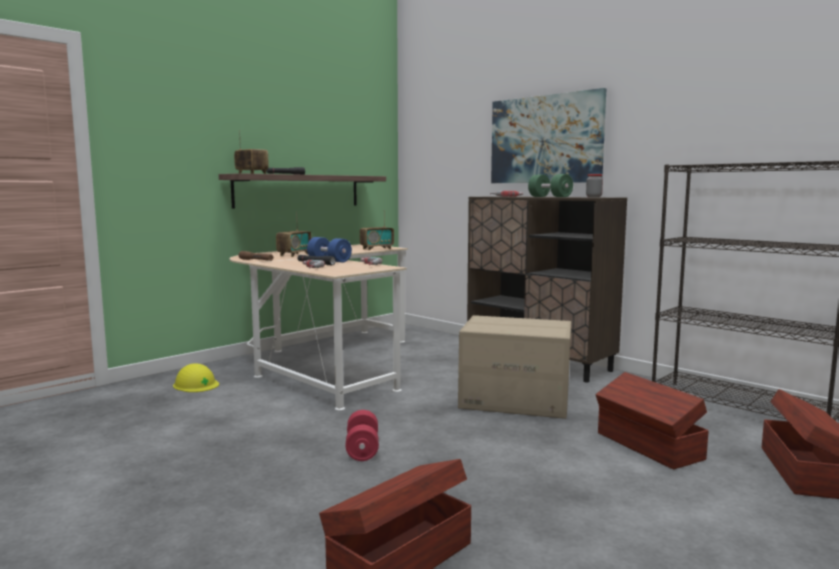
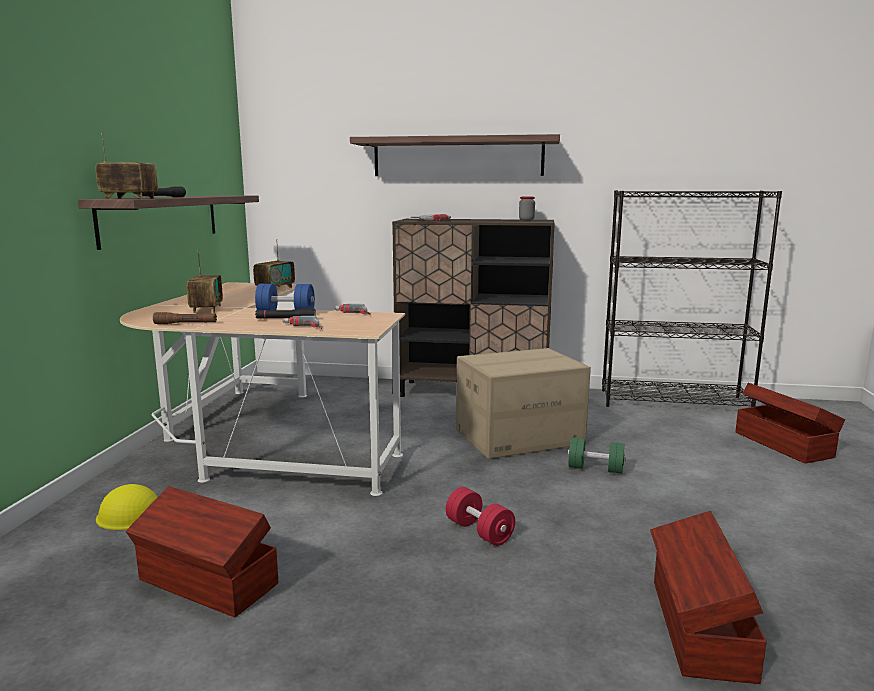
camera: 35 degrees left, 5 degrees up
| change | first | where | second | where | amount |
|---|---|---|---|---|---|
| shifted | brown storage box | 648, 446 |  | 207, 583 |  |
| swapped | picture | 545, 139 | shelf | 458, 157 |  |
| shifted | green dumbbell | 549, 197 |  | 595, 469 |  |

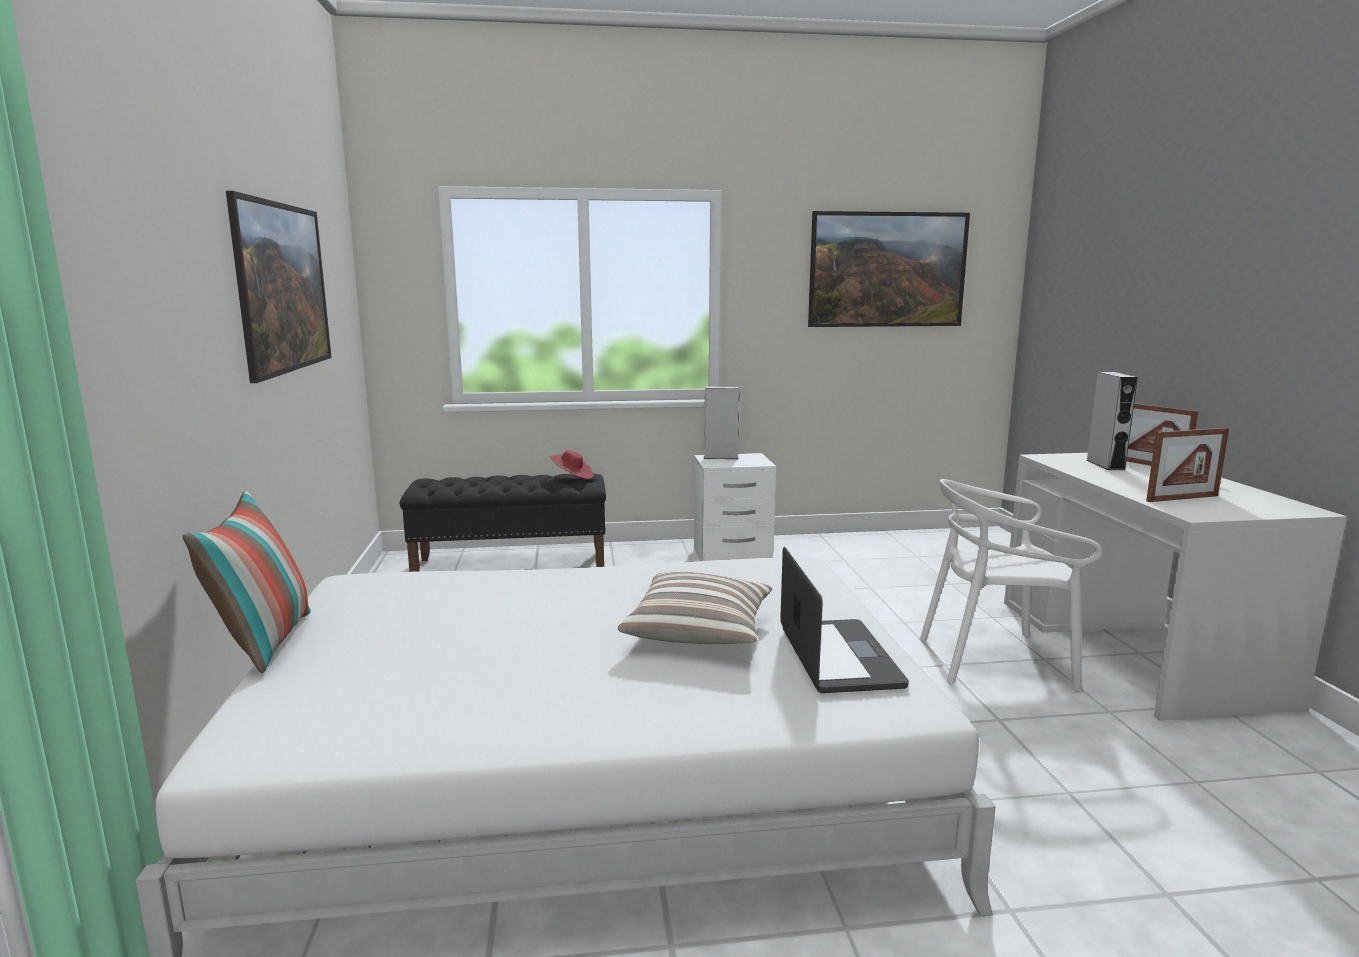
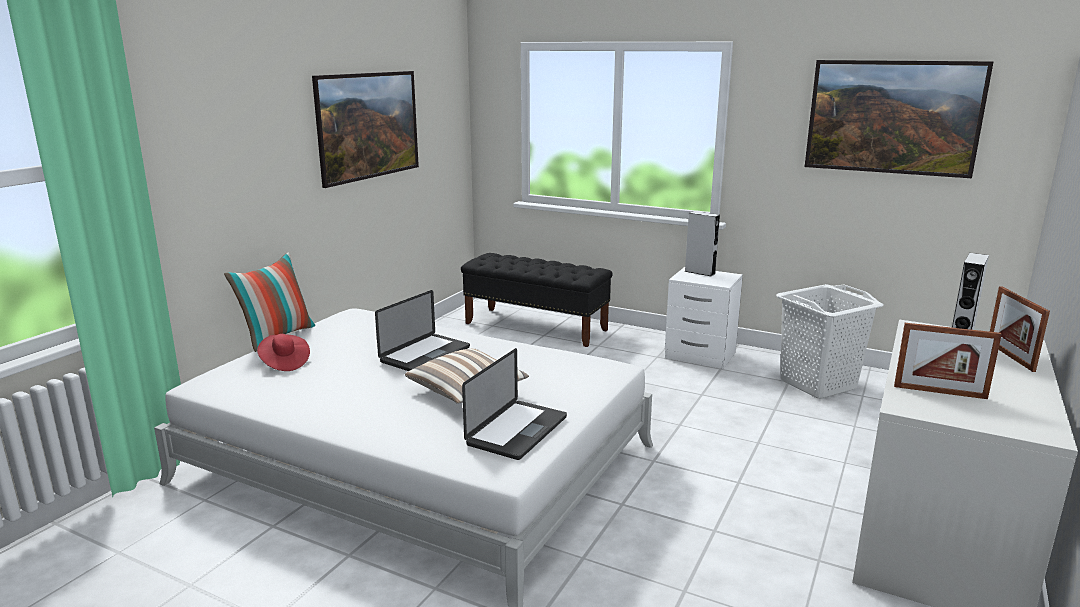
camera: 35 degrees right, 5 degrees up
| change | first | where | second | where | amount |
|---|---|---|---|---|---|
| shifted | red hat | 572, 477 |  | 284, 363 |  |
| new |  |  | laptop | 425, 355 |  |
| new |  |  | white laundry basket | 818, 384 |  |
| gone | white chair | 995, 661 |  |  |  |

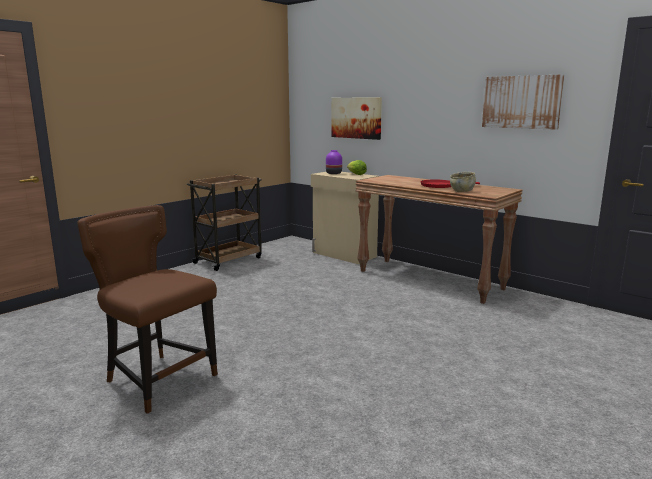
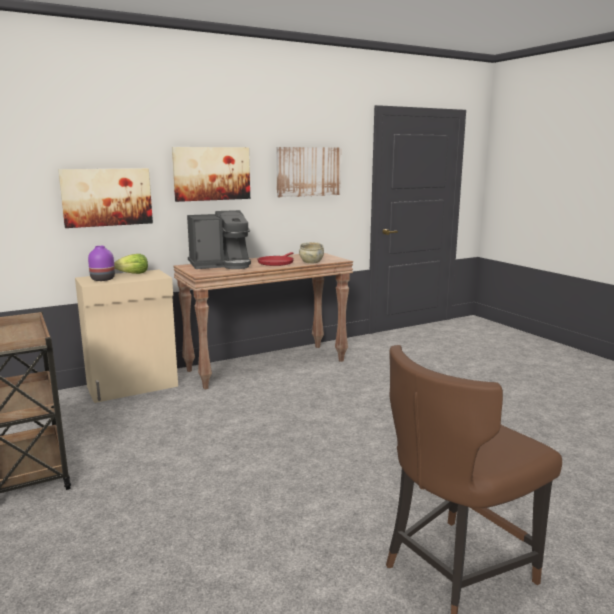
camera: 70 degrees left, 0 degrees up
| change | first | where | second | where | amount |
|---|---|---|---|---|---|
| new |  |  | picture | 211, 173 |  |
| new |  |  | coffee machine | 221, 265 |  |

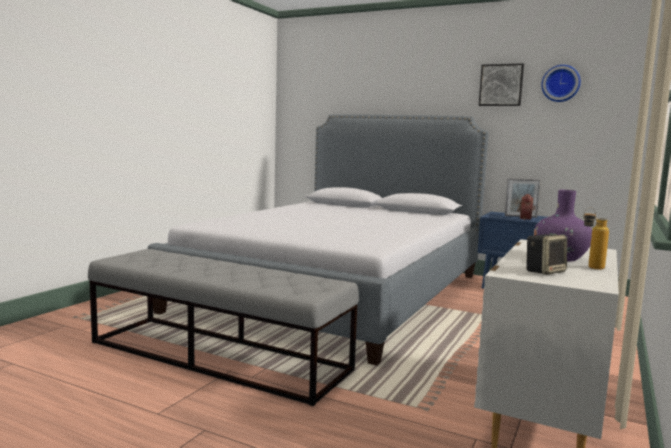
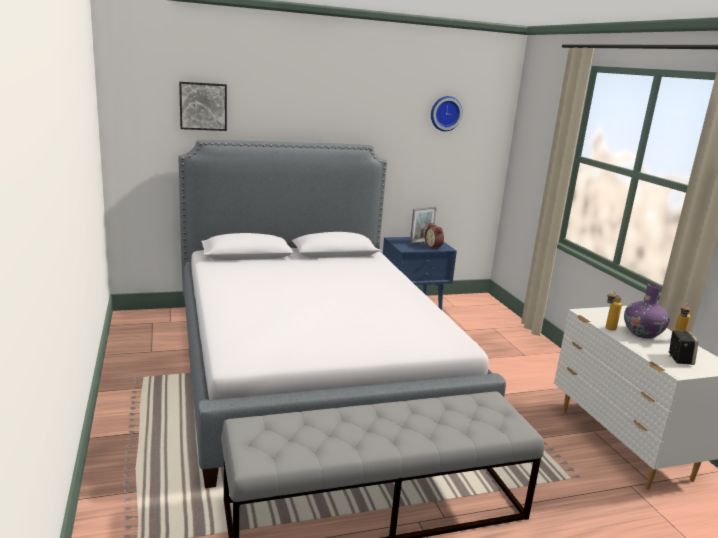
camera: 45 degrees left, 10 degrees up
| change | first | where | second | where | amount |
|---|---|---|---|---|---|
| shifted | picture | 501, 85 |  | 203, 106 |  |
| new |  |  | bottle | 607, 329 |  |

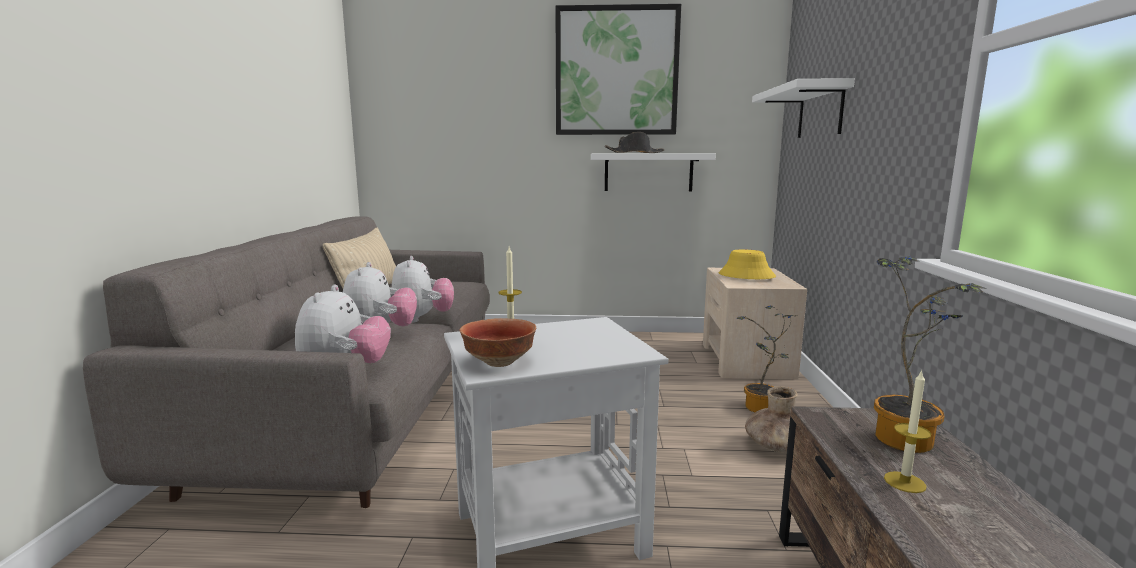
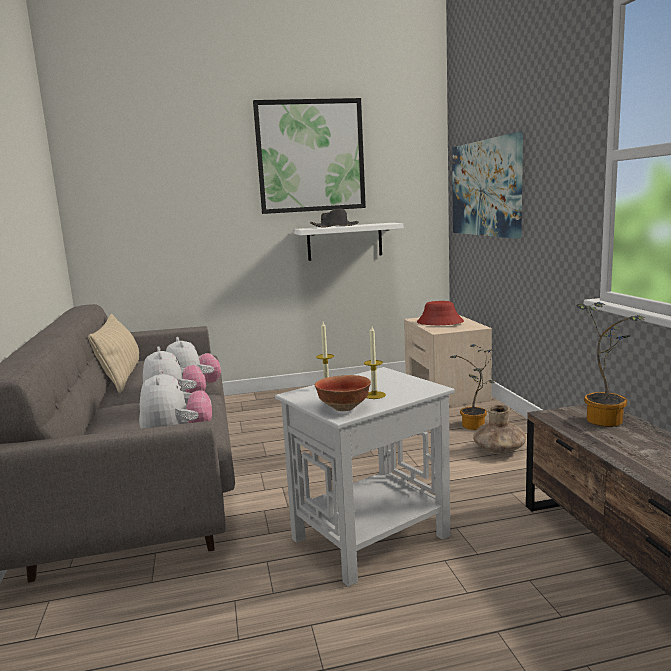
camera: 15 degrees left, 0 degrees up
| change | first | where | second | where | amount |
|---|---|---|---|---|---|
| shifted | candle | 904, 482 |  | 374, 395 |  |
| repainted | yellow hat | 746, 276 | red hat | 439, 322 |  |
| swapped | white shelf | 820, 112 | picture | 486, 188 |  |

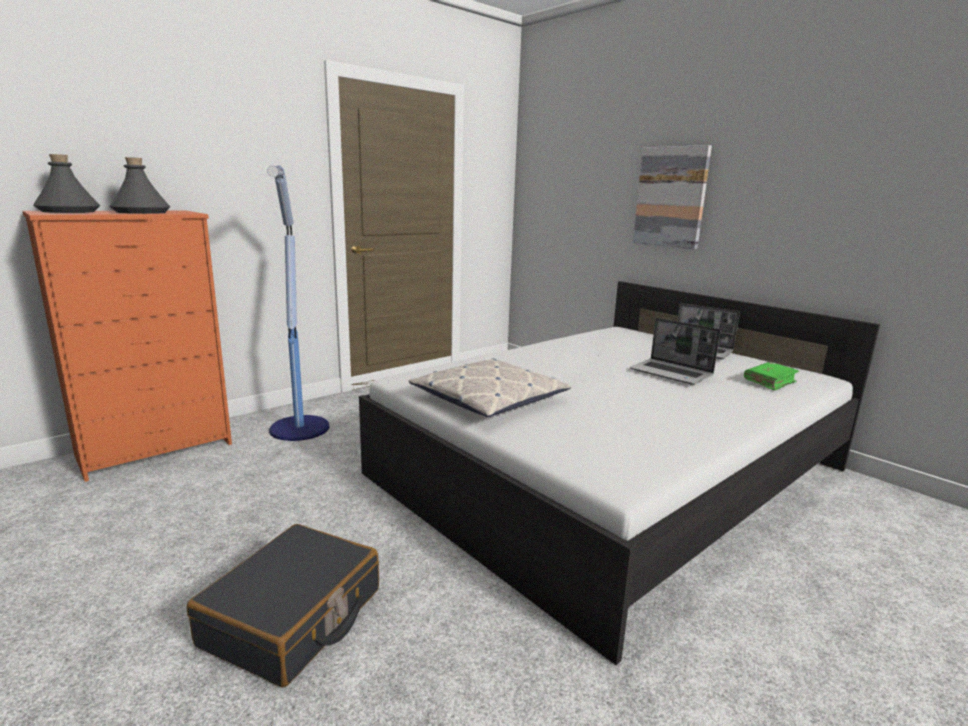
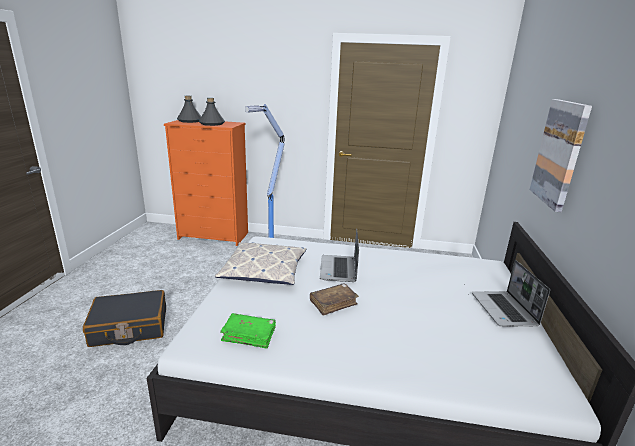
camera: 50 degrees right, 5 degrees up
| change | first | where | second | where | amount |
|---|---|---|---|---|---|
| shifted | green book | 769, 382 |  | 249, 335 |  |
| new |  |  | brown book | 333, 303 |  |
| shifted | laptop | 672, 373 |  | 339, 269 |  |

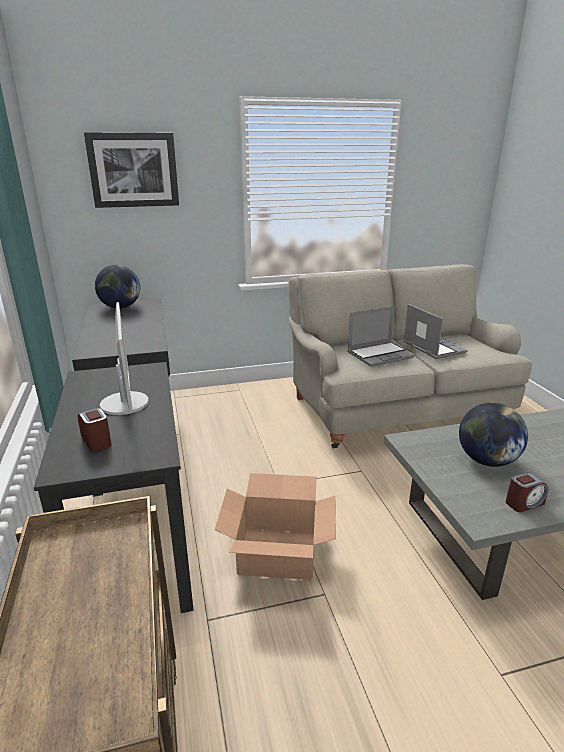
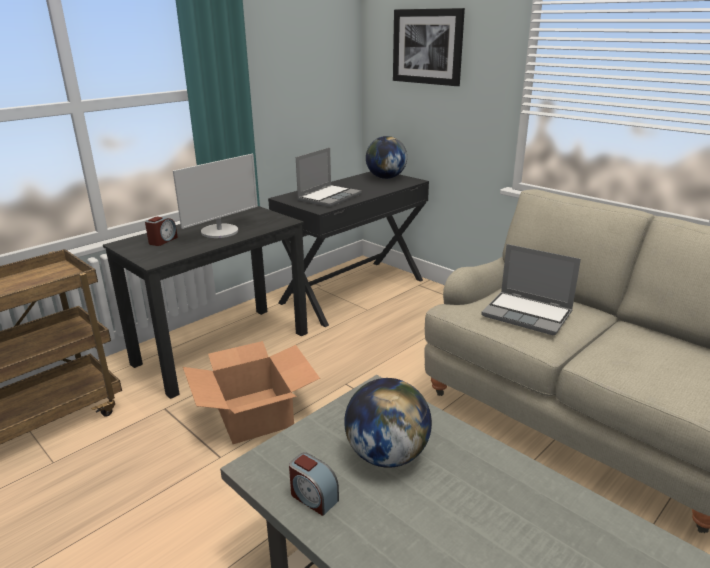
camera: 60 degrees right, 0 degrees up
| change | first | where | second | where | amount |
|---|---|---|---|---|---|
| shifted | laptop | 432, 347 |  | 329, 197 |  |

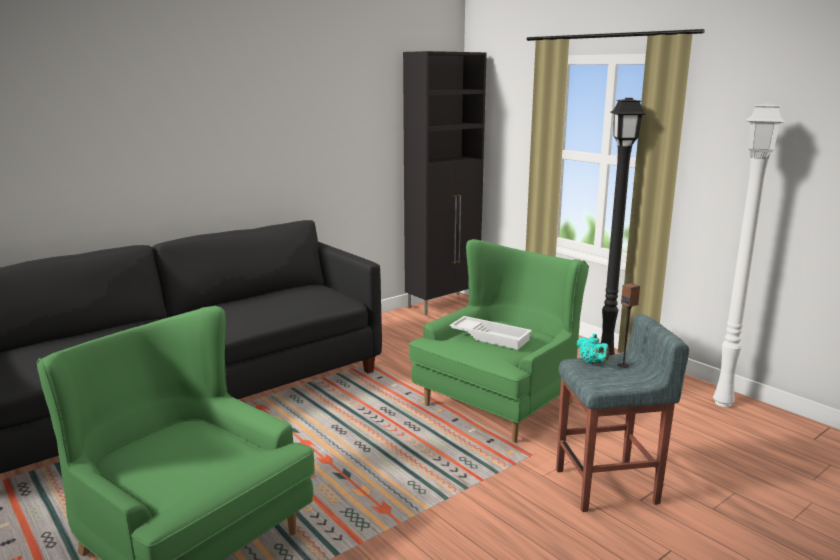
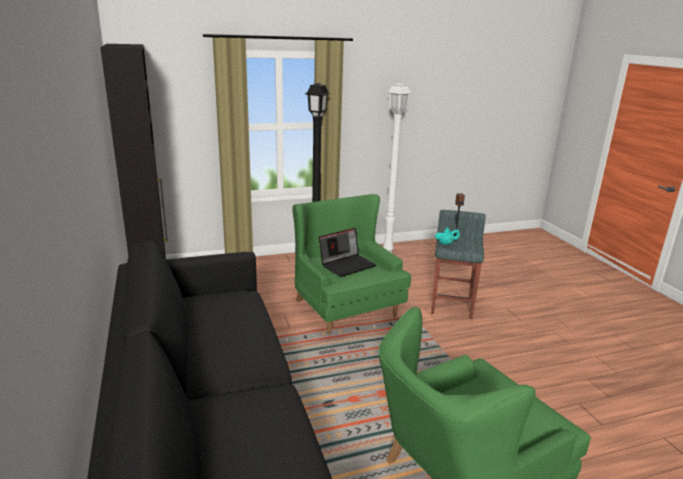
camera: 70 degrees left, 5 degrees up
| change | first | where | second | where | amount |
|---|---|---|---|---|---|
| swapped | white tray | 491, 337 | laptop | 347, 265 |  |

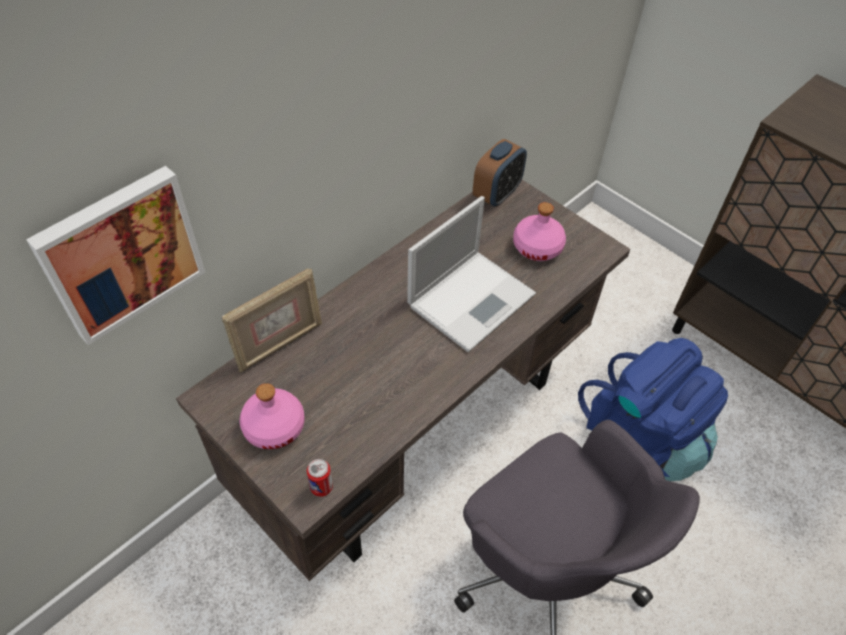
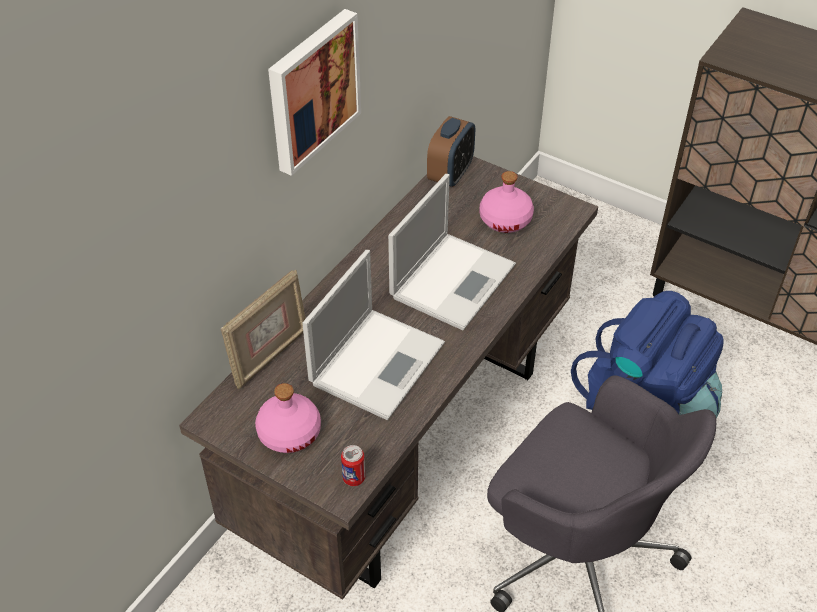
camera: 10 degrees left, 5 degrees down
| change | first | where | second | where | amount |
|---|---|---|---|---|---|
| shifted | picture | 121, 253 |  | 311, 90 |  |
| new |  |  | laptop | 378, 361 |  |

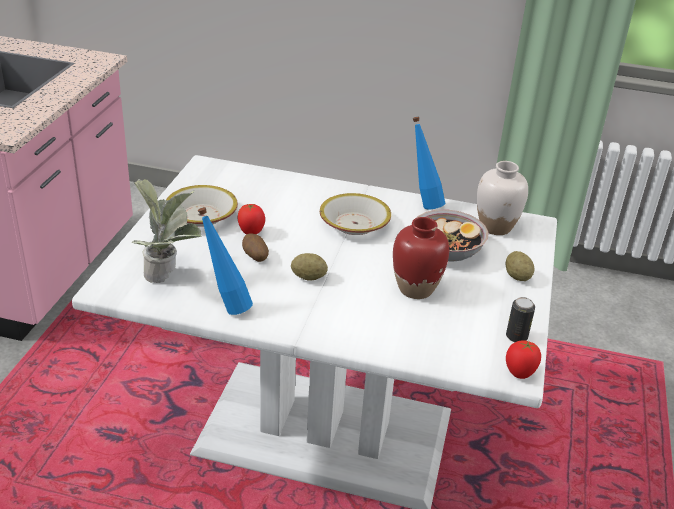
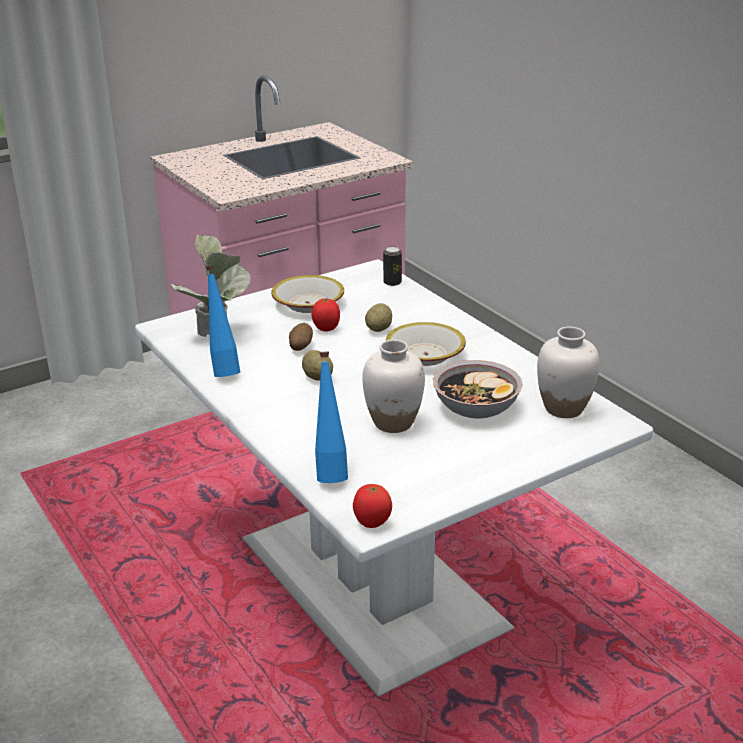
camera: 45 degrees right, 5 degrees down
| change | first | where | second | where | amount |
|---|---|---|---|---|---|
| shifted | blue bottle | 423, 203 |  | 330, 473 |  |
| repainted | red vase | 415, 289 | white vase | 393, 422 |  |
| shifted | potato | 517, 276 |  | 379, 329 |  |
| shifted | can | 516, 337 |  | 392, 282 |  |

